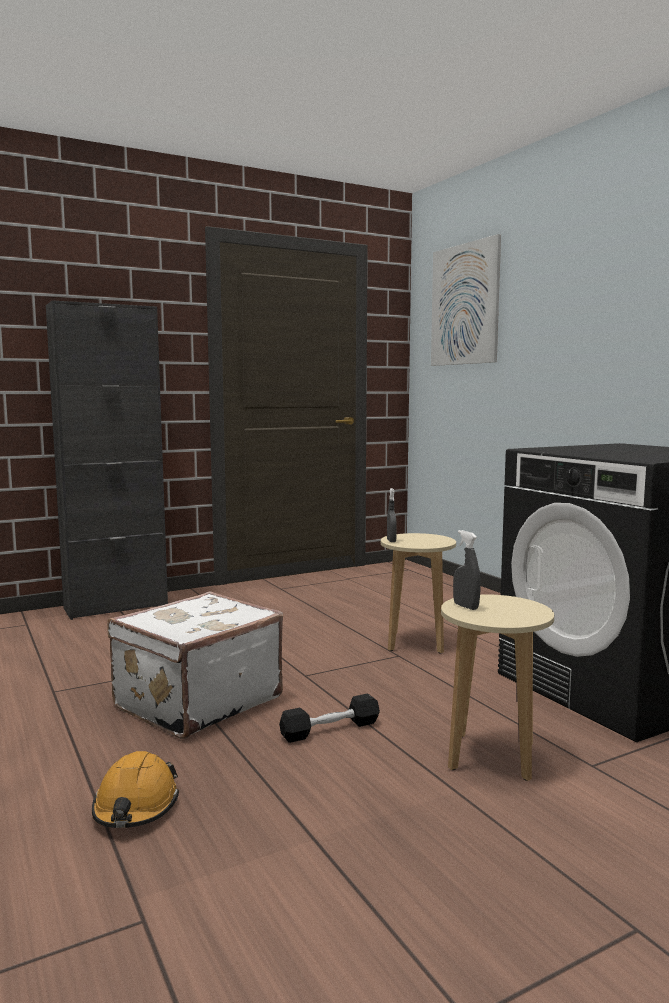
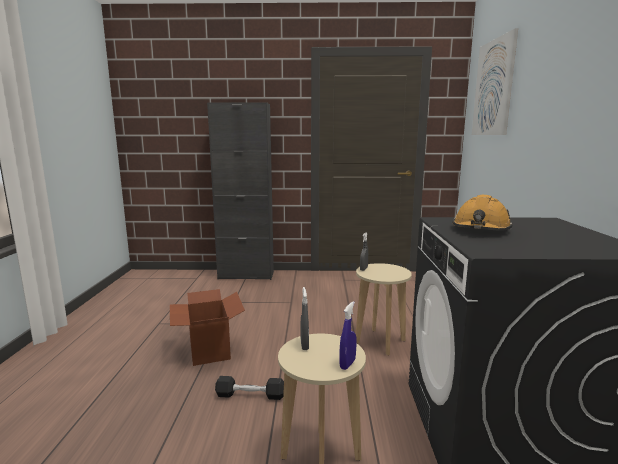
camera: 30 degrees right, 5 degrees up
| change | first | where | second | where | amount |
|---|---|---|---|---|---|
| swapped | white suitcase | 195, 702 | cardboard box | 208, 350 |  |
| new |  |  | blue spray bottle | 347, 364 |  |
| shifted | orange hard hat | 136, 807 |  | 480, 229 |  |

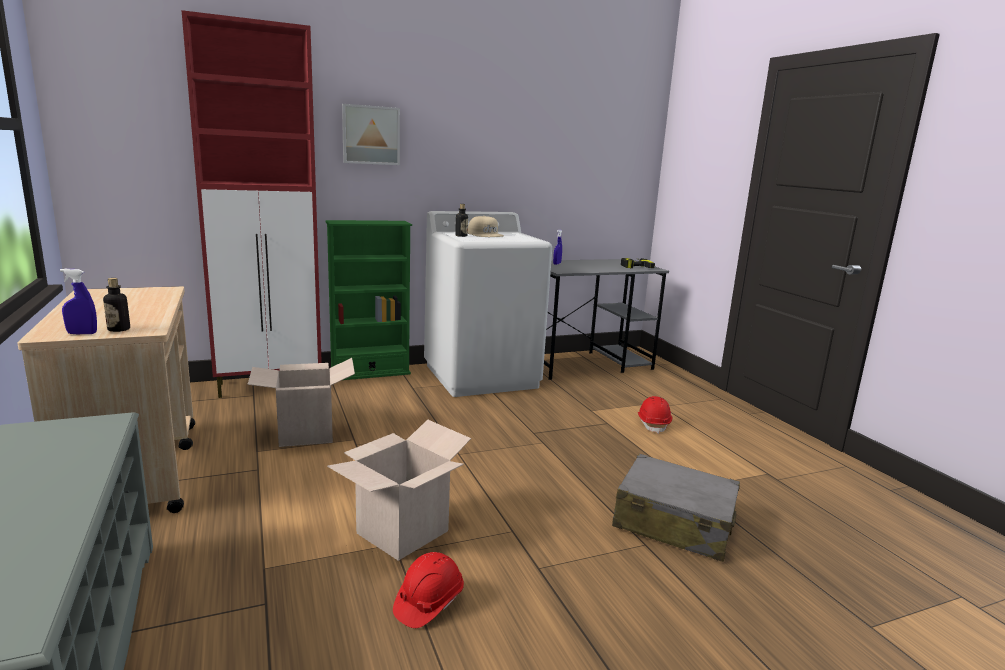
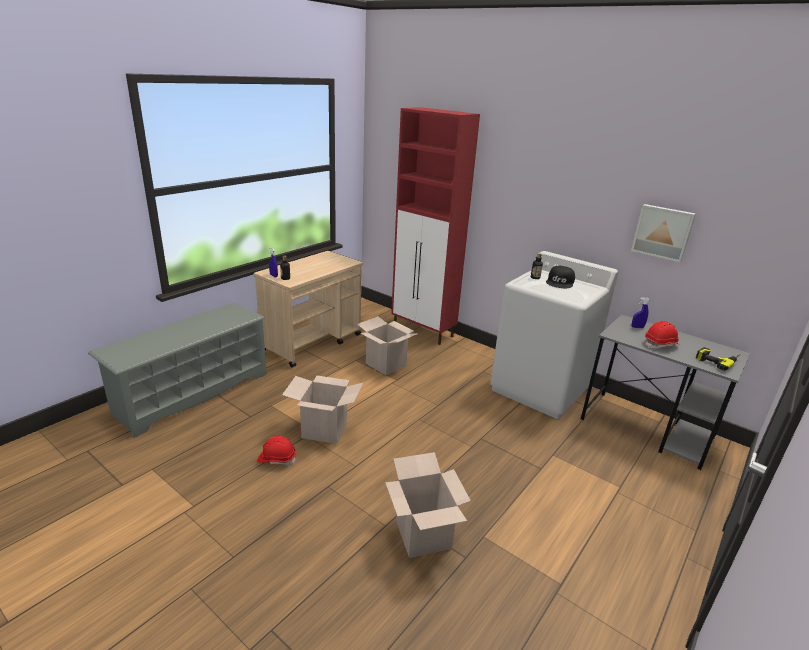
camera: 60 degrees right, 10 degrees up
| change | first | where | second | where | amount |
|---|---|---|---|---|---|
| swapped | grey suitcase | 673, 523 | cardboard box | 423, 534 |  |
| repainted | beige cap | 486, 234 | black cap | 560, 282 |  |
| shifted | picture | 370, 135 |  | 662, 232 |  |
| shifted | red hard hat | 653, 424 |  | 660, 344 |  |
| gone | green bookcase | 370, 373 |  |  |  |

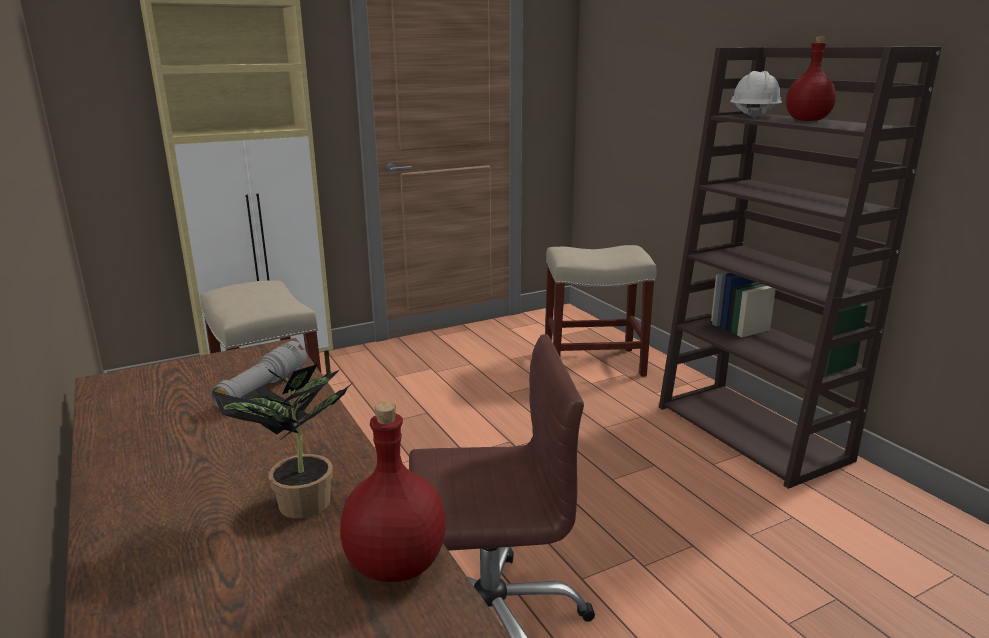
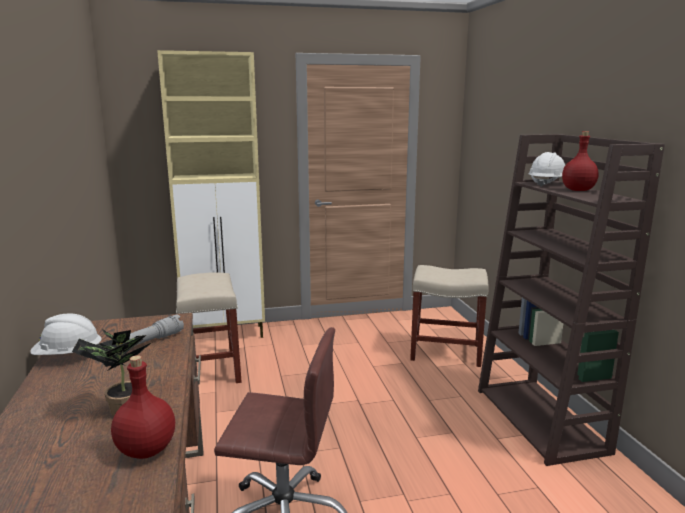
camera: 15 degrees right, 5 degrees down
| change | first | where | second | where | amount |
|---|---|---|---|---|---|
| new |  |  | white hard hat | 68, 356 |  |

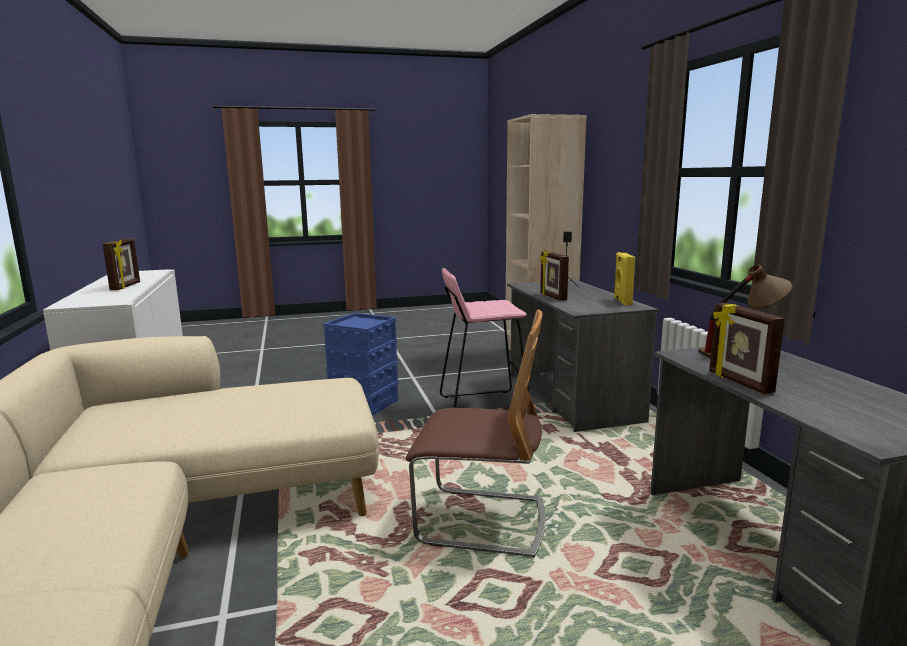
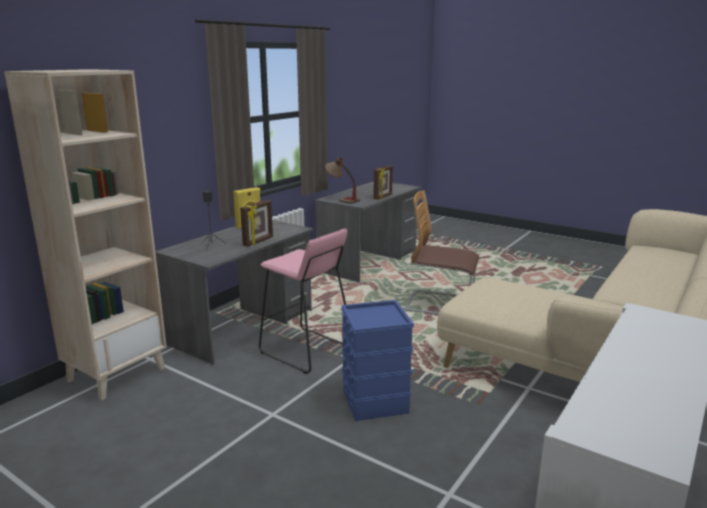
camera: 130 degrees left, 5 degrees up
| change | first | where | second | where | amount |
|---|---|---|---|---|---|
| rotated | chair | 481, 521 |  | 440, 304 | 45 degrees counterclockwise |
| gone | picture frame | 126, 286 |  |  |  |

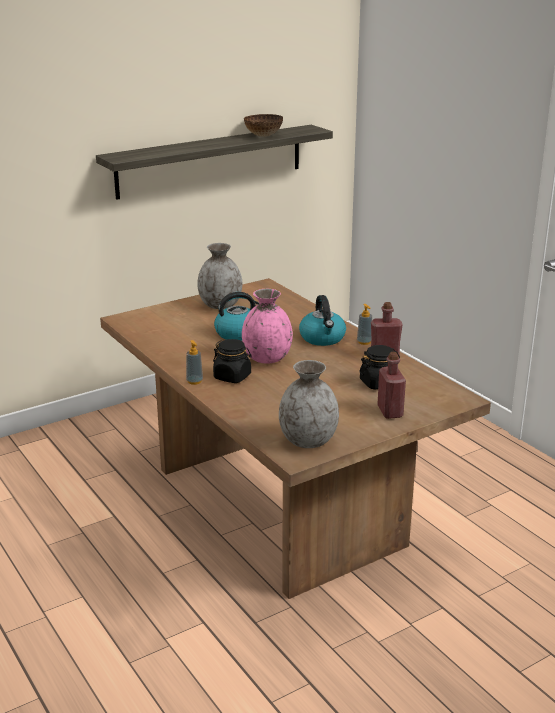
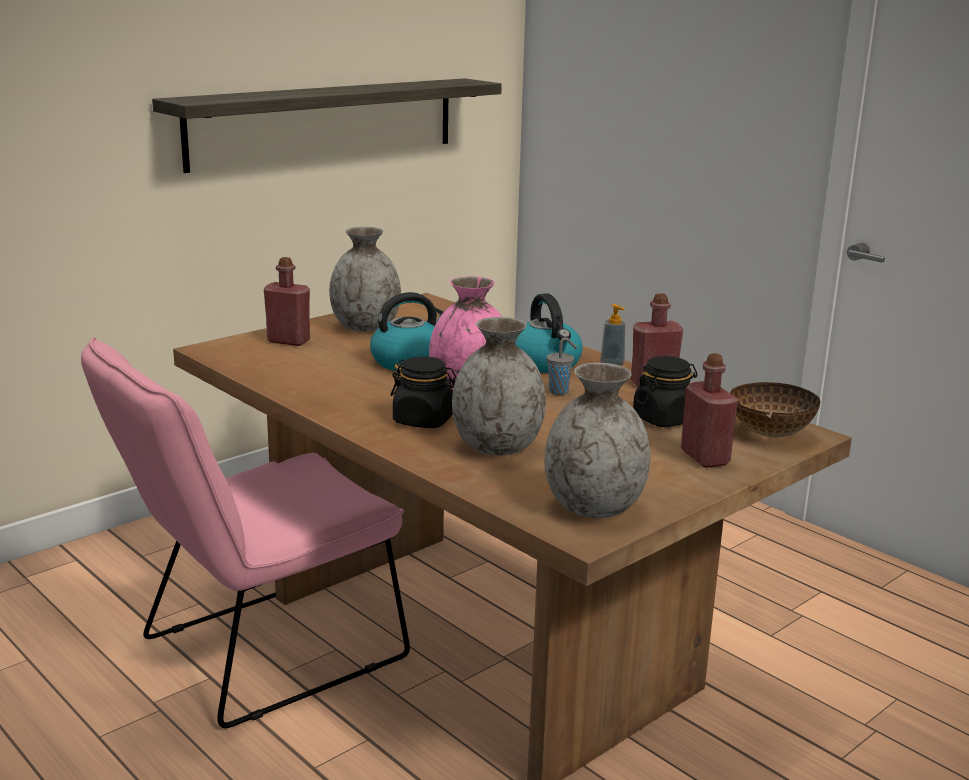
camera: 10 degrees left, 5 degrees down
| change | first | where | second | where | amount |
|---|---|---|---|---|---|
| new |  |  | pink chair | 257, 654 |  |
| new |  |  | red bottle | 288, 341 |  |
| new |  |  | grey vase | 496, 447 |  |
| new |  |  | grey cup | 560, 391 |  |
| shifted | bowl | 263, 136 |  | 769, 433 |  |
| gone | soap dispenser | 194, 381 |  |  |  |

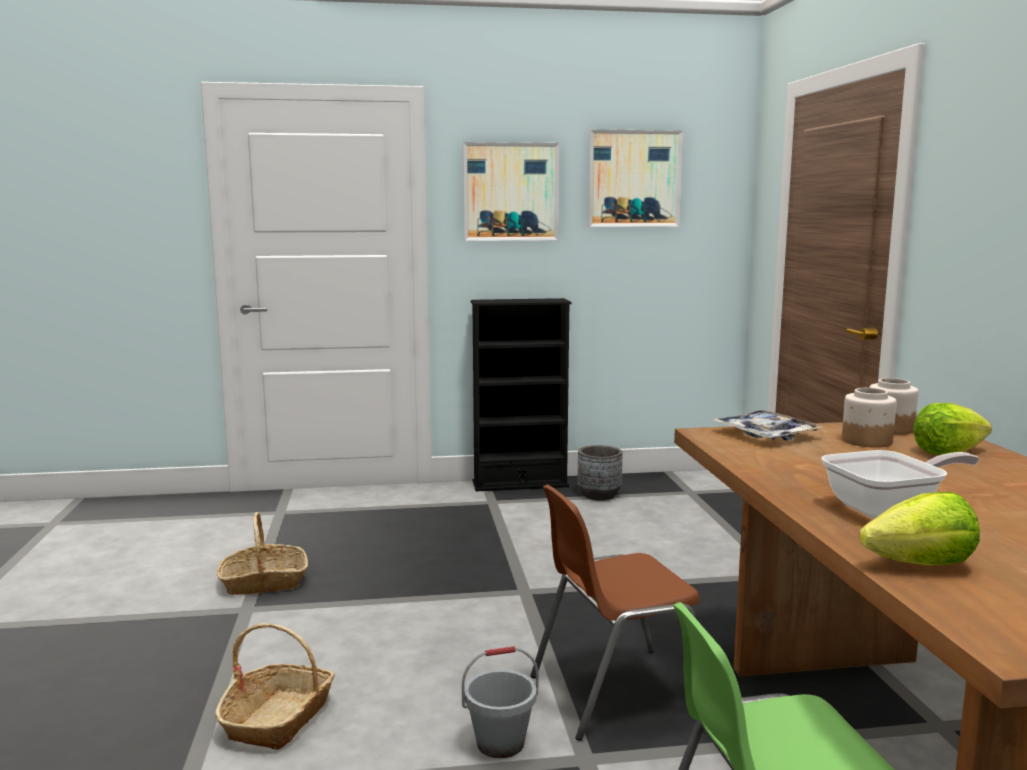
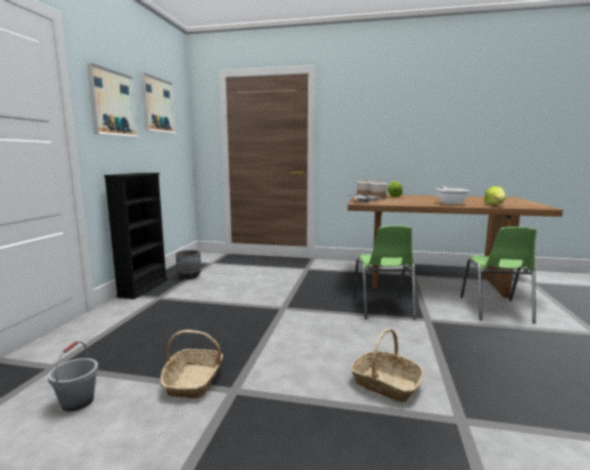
camera: 70 degrees left, 0 degrees up
| change | first | where | second | where | amount |
|---|---|---|---|---|---|
| shifted | grey bucket | 500, 743 |  | 78, 402 |  |
| repainted | brown chair | 615, 692 | green chair | 382, 307 |  |

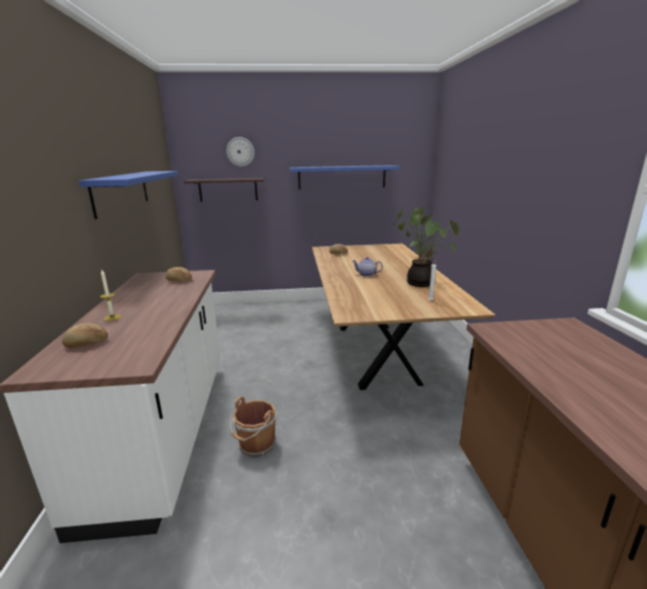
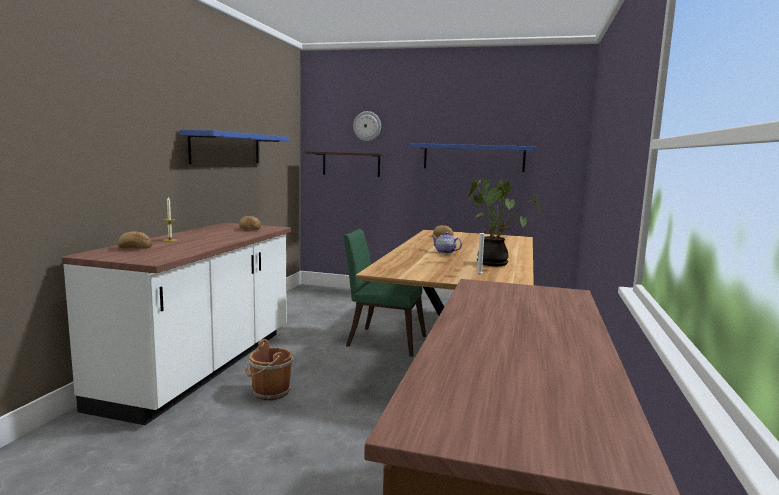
camera: 20 degrees right, 10 degrees down
| change | first | where | second | where | amount |
|---|---|---|---|---|---|
| new |  |  | green chair | 382, 340 |  |

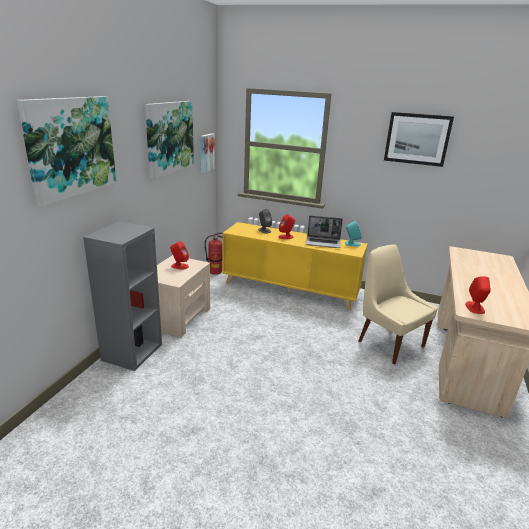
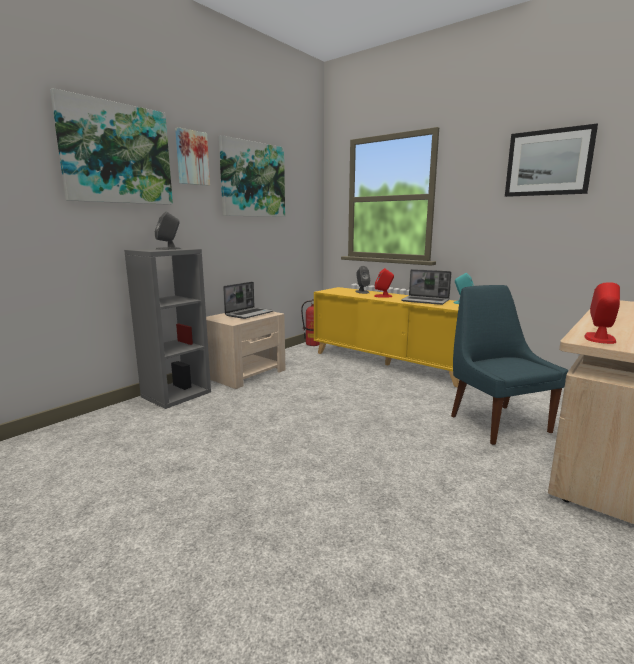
camera: 20 degrees right, 10 degrees down
| change | first | where | second | where | amount |
|---|---|---|---|---|---|
| new |  |  | grey speaker | 168, 249 |  |
| shifted | picture | 206, 152 |  | 191, 158 |  |
| swapped | red speaker | 179, 266 | laptop | 249, 314 |  |
| repainted | beige chair | 388, 342 | blue chair | 496, 422 |  |

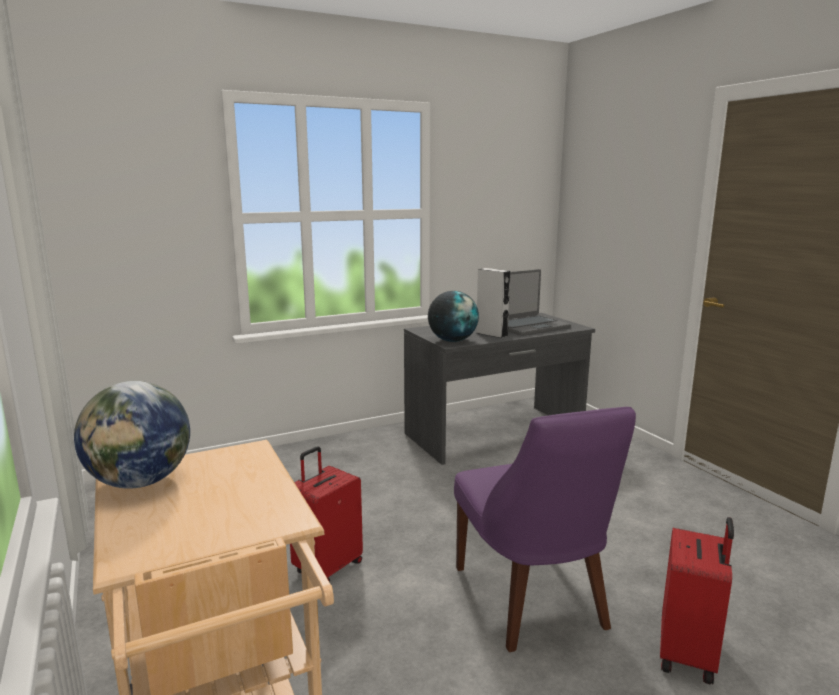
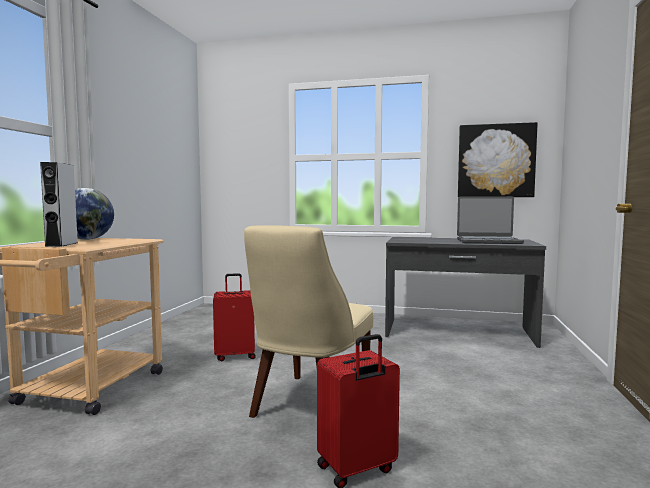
camera: 40 degrees right, 10 degrees down
| change | first | where | second | where | amount |
|---|---|---|---|---|---|
| shifted | grey speaker | 491, 334 |  | 62, 244 |  |
| repainted | purple chair | 532, 601 | beige chair | 308, 405 |  |
| new |  |  | picture | 496, 161 |  |
| gone | globe | 452, 341 |  |  |  |

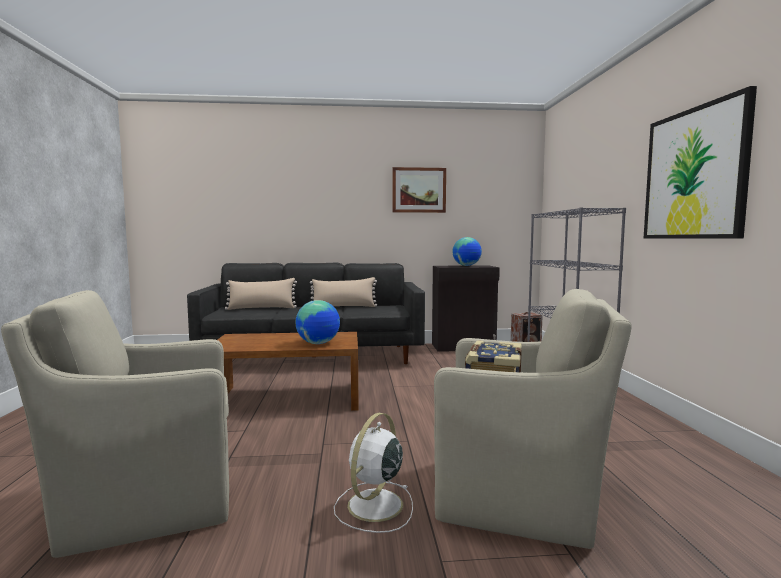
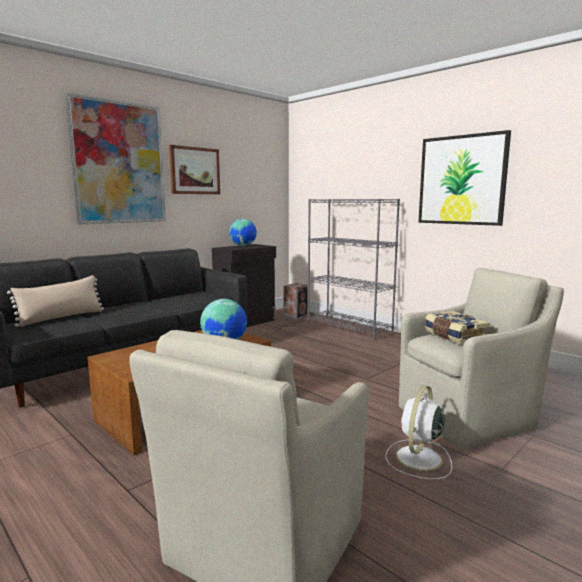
camera: 40 degrees left, 5 degrees up
| change | first | where | second | where | amount |
|---|---|---|---|---|---|
| new |  |  | picture | 119, 163 |  |
| rotated | white fan | 374, 506 |  | 418, 459 | 45 degrees clockwise |
| gone | beige pillow | 343, 307 |  |  |  |

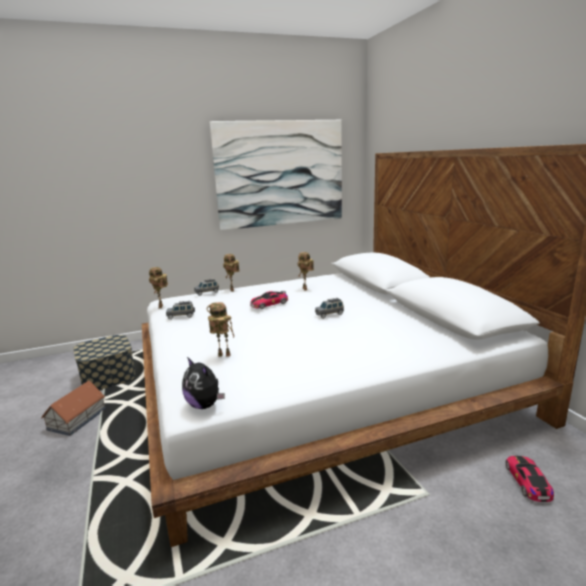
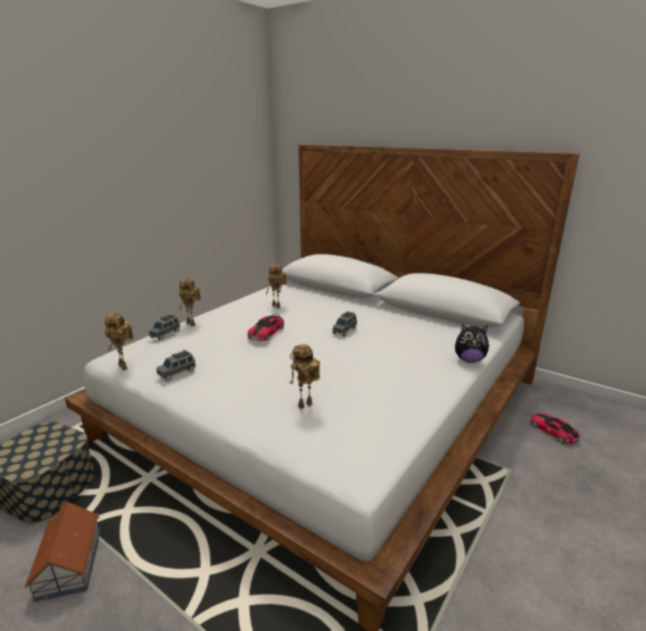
camera: 35 degrees left, 5 degrees up
| change | first | where | second | where | amount |
|---|---|---|---|---|---|
| shifted | plush toy | 205, 405 |  | 469, 360 |  |
| gone | picture | 280, 174 |  |  |  |

